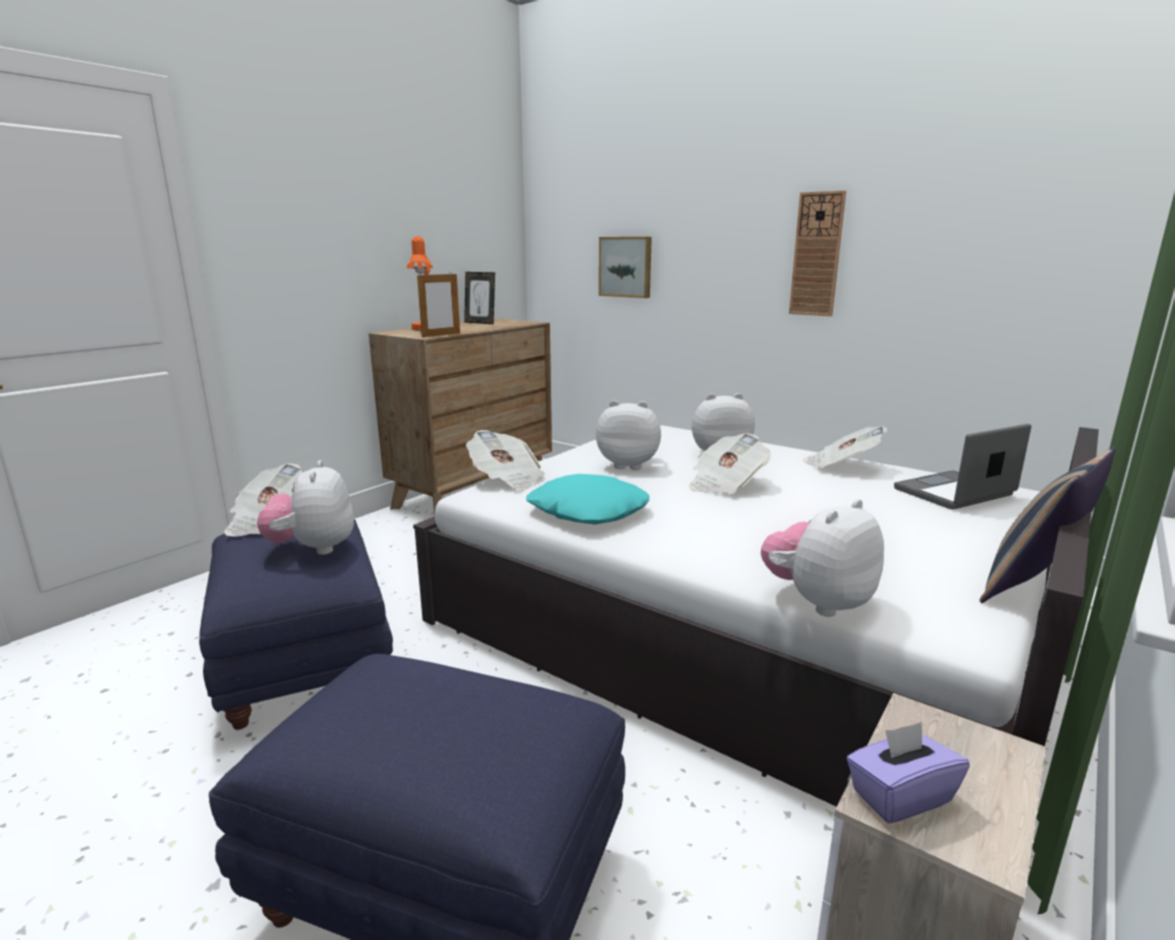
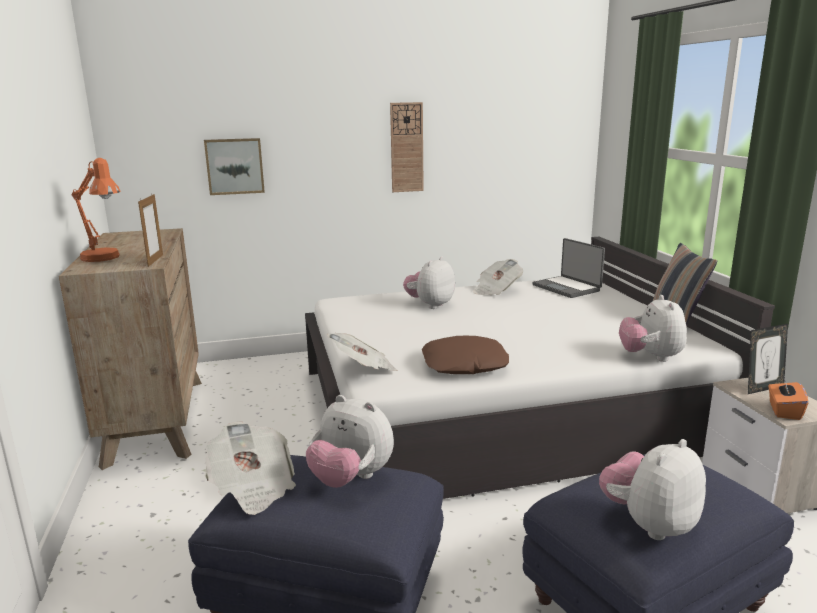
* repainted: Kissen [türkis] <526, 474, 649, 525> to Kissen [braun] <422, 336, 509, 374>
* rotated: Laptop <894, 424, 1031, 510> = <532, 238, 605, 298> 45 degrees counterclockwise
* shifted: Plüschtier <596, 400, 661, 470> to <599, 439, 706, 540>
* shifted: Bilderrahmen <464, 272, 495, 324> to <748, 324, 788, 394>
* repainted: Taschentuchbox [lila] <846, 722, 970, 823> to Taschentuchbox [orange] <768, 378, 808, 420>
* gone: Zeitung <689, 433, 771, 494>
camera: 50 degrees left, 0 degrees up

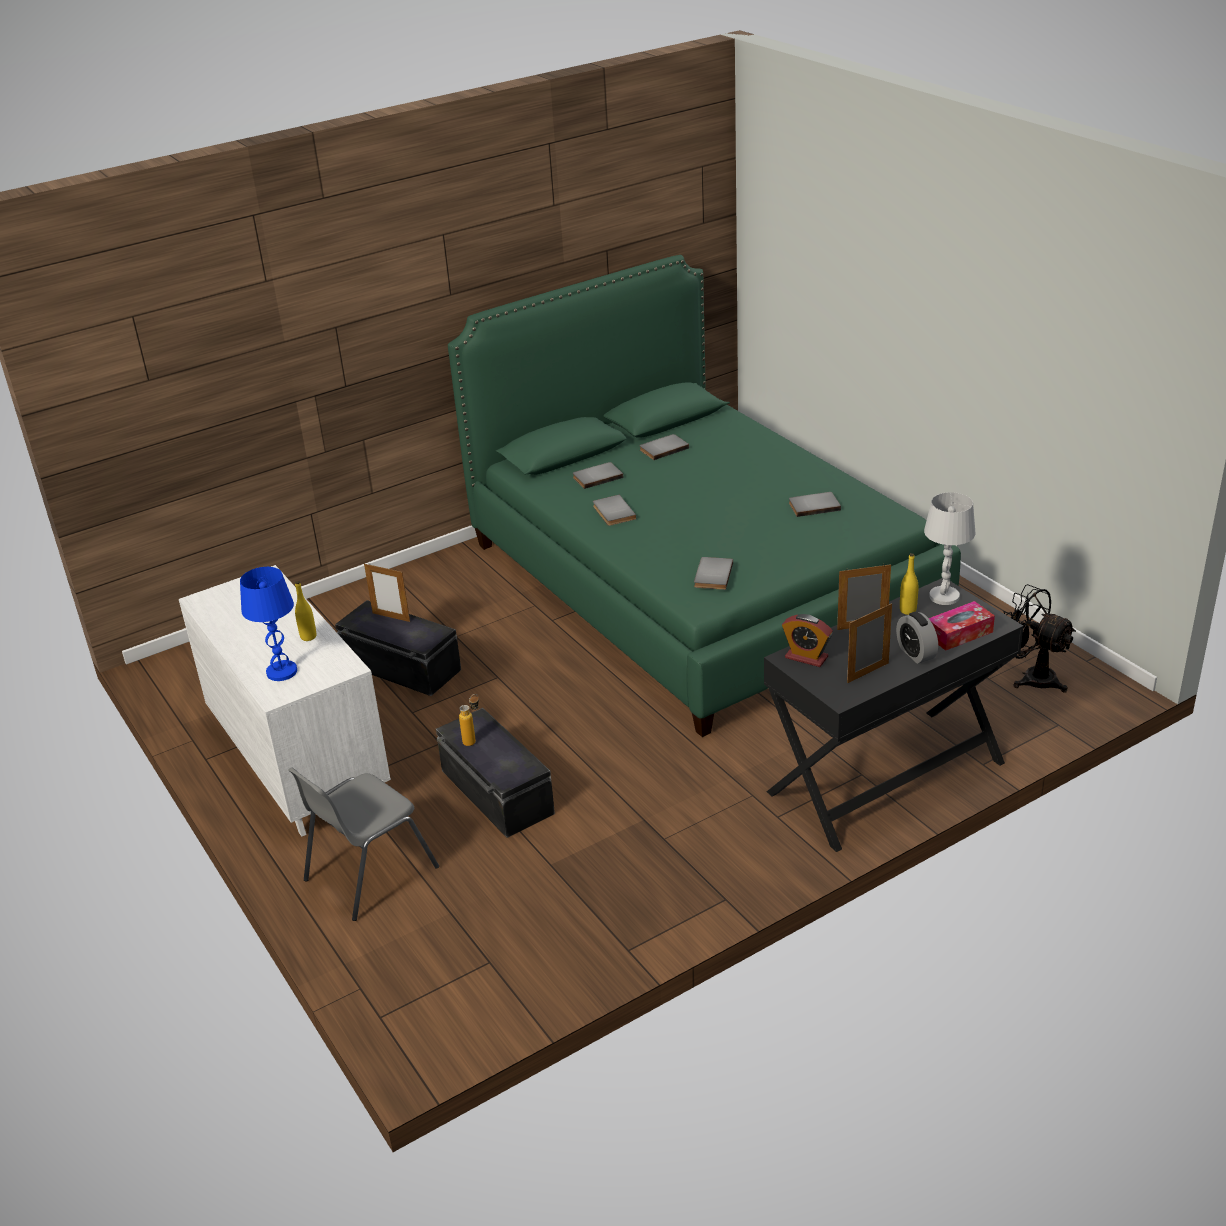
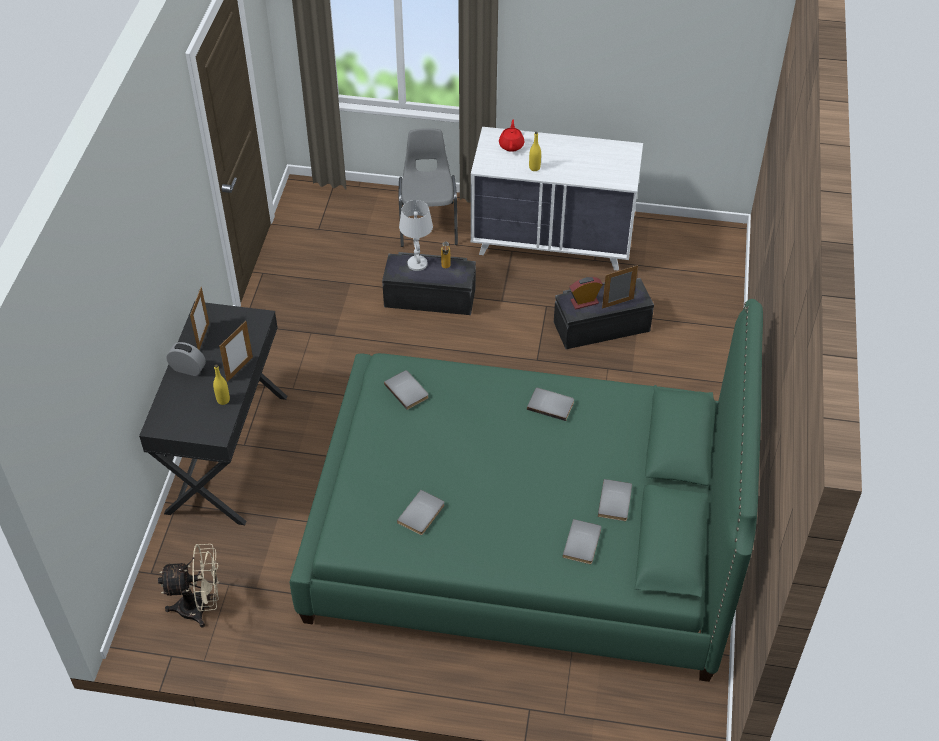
* repainted: Ventilator [schwarz] <1003, 584, 1076, 693> to Ventilator [beige] <158, 544, 219, 628>
* shifted: Tischlampe [weiß] <924, 492, 975, 605> to <399, 200, 433, 271>
* swapped: Tischlampe [blau] <240, 567, 297, 681> to Teekanne [rot] <499, 120, 524, 152>
* shifted: Buch [grau] <573, 462, 623, 489> to <562, 519, 601, 564>
* shifted: Wecker <782, 614, 833, 667> to <569, 277, 603, 309>
* gone: Taschentuchbox <929, 601, 995, 651>
camera: 130 degrees right, 15 degrees up

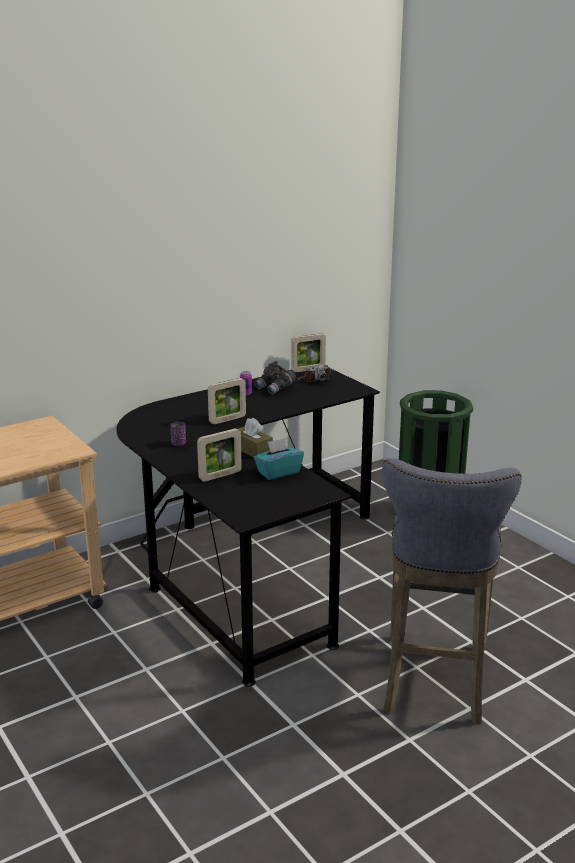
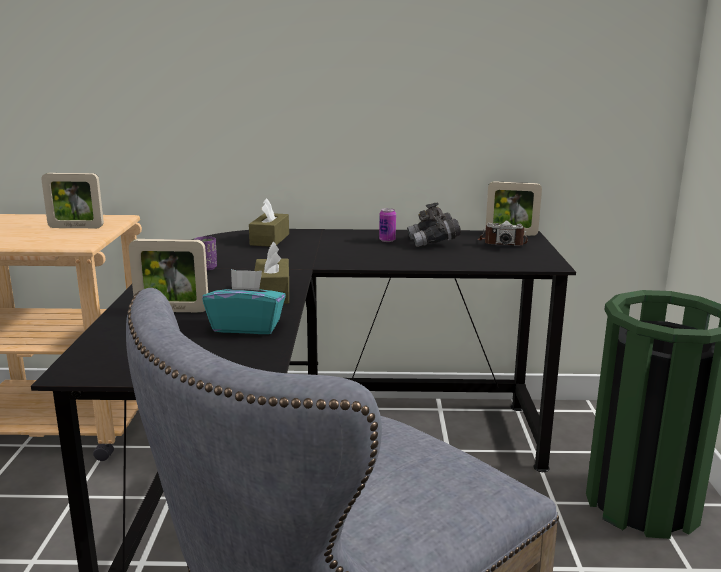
* shifted: Bilderrahmen <208, 378, 246, 424> to <41, 173, 104, 228>
* new: Taschentuchbox [braun] <249, 198, 289, 247>
camera: 35 degrees right, 5 degrees down

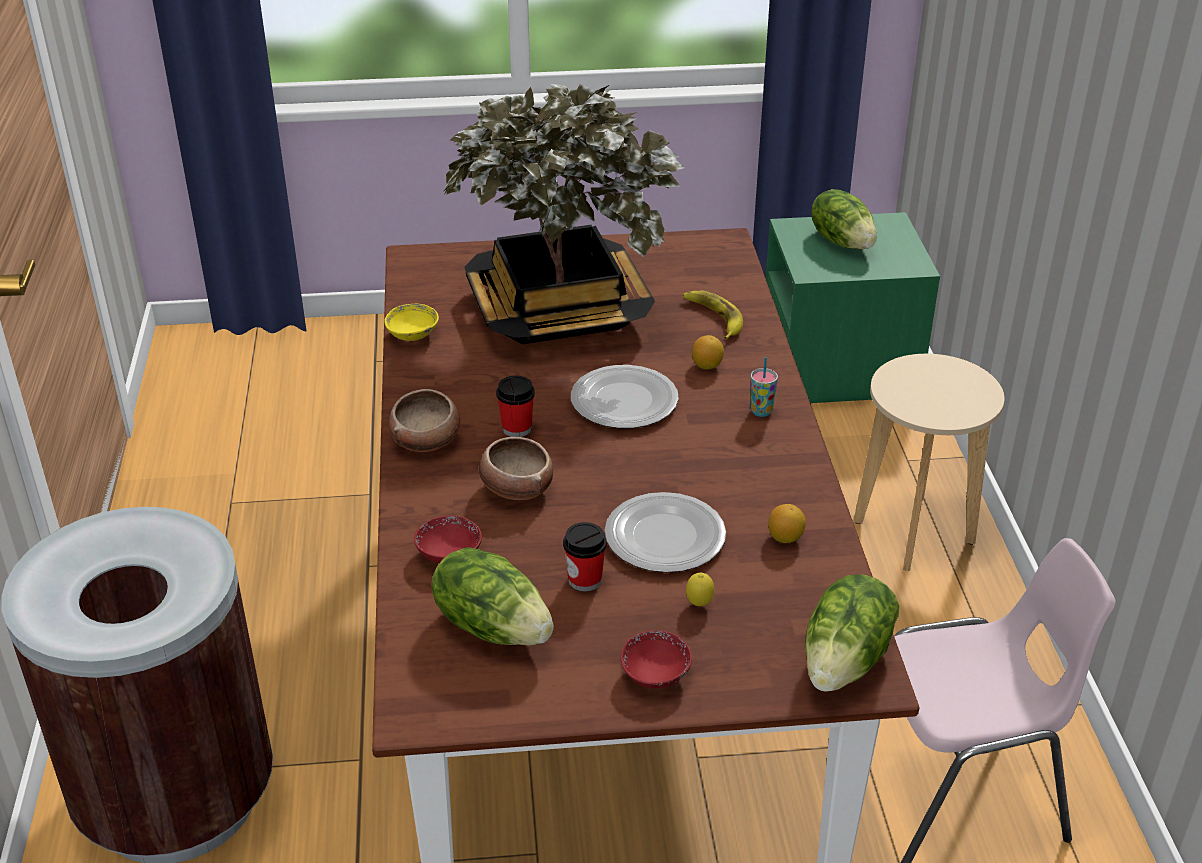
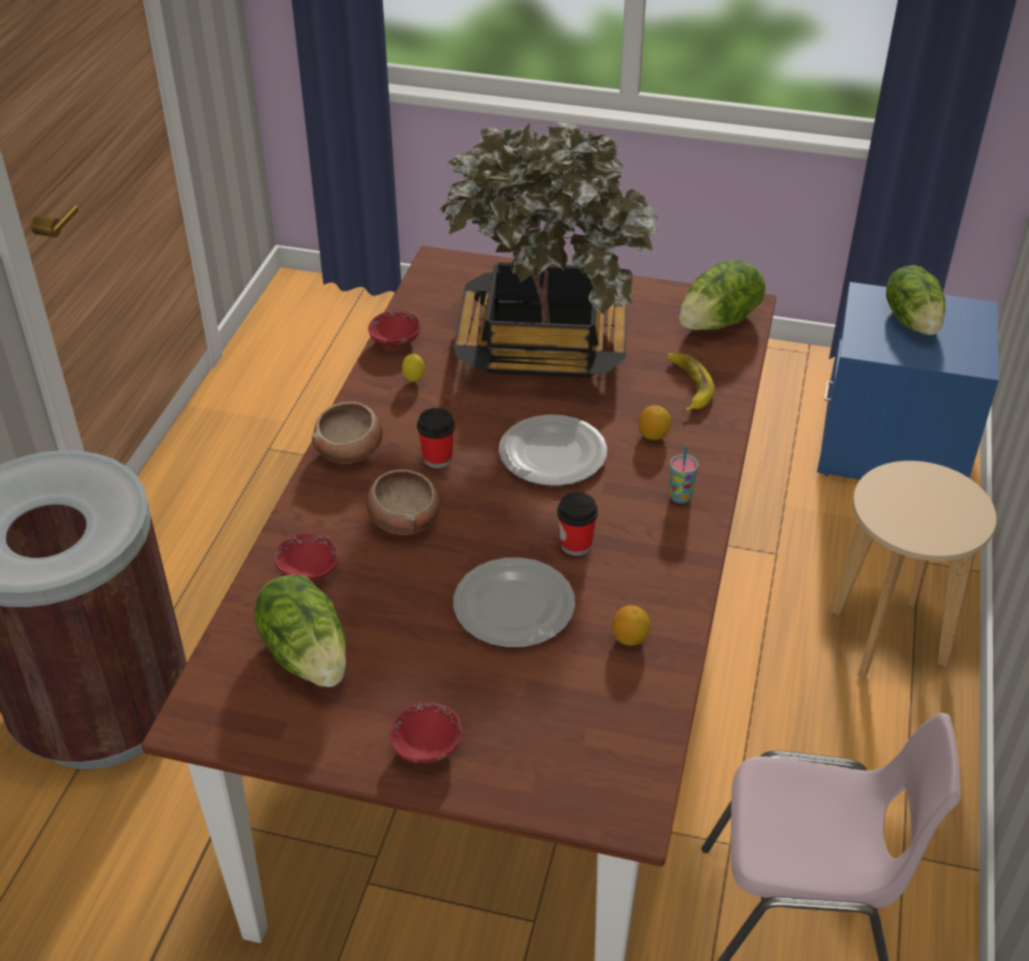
* repainted: Schüssel [gelb] <384, 304, 439, 341> to Schüssel [rot] <368, 310, 421, 348>
* shifted: Zitrone <686, 573, 715, 606> to <402, 354, 425, 382>
* shifted: Tasse <563, 522, 607, 592> to <557, 492, 598, 556>
* shifted: Salatkopf <805, 574, 899, 692> to <679, 260, 766, 330>
* repainted: Nachttisch [grün] <766, 212, 940, 403> to Nachttisch [blau] <817, 282, 999, 479>
camera: 20 degrees right, 5 degrees up

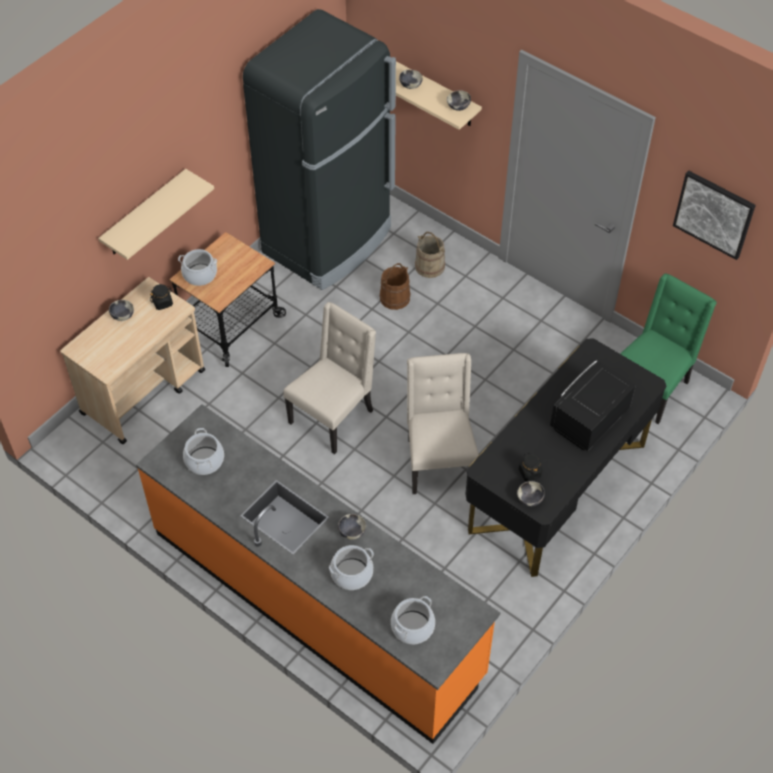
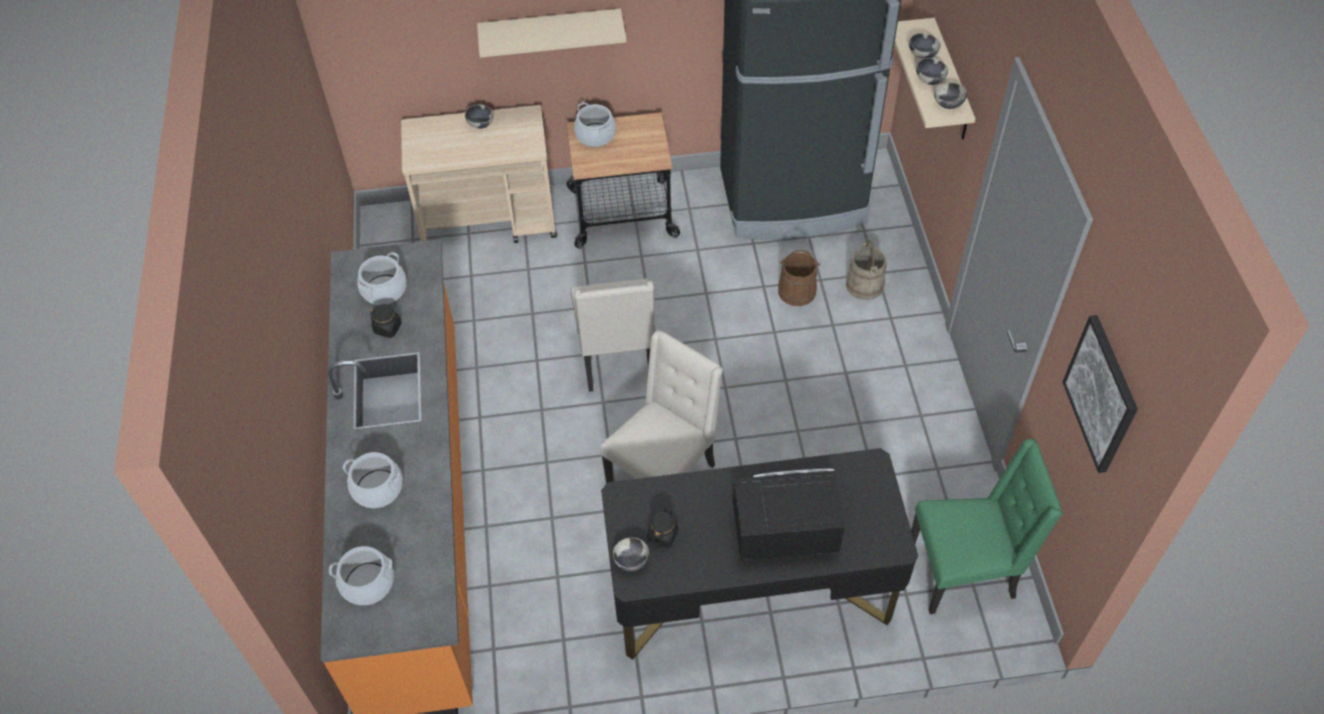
* shifted: Vorratsglas [schwarz] <150, 284, 173, 310> to <370, 304, 402, 338>
* rotated: Stuhl [beige] <283, 302, 376, 454> = <571, 279, 655, 392> 90 degrees clockwise
* shifted: Schüssel <338, 514, 366, 540> to <916, 58, 948, 85>
camera: 45 degrees right, 0 degrees up

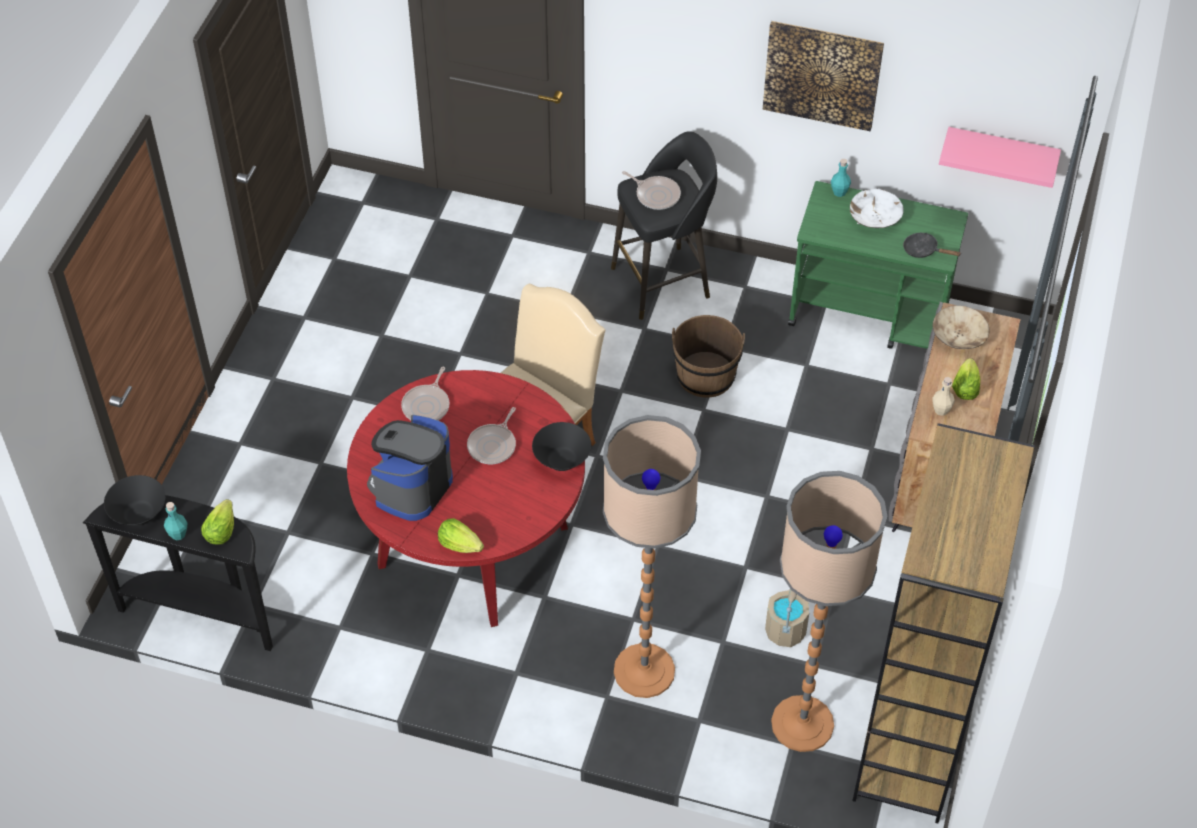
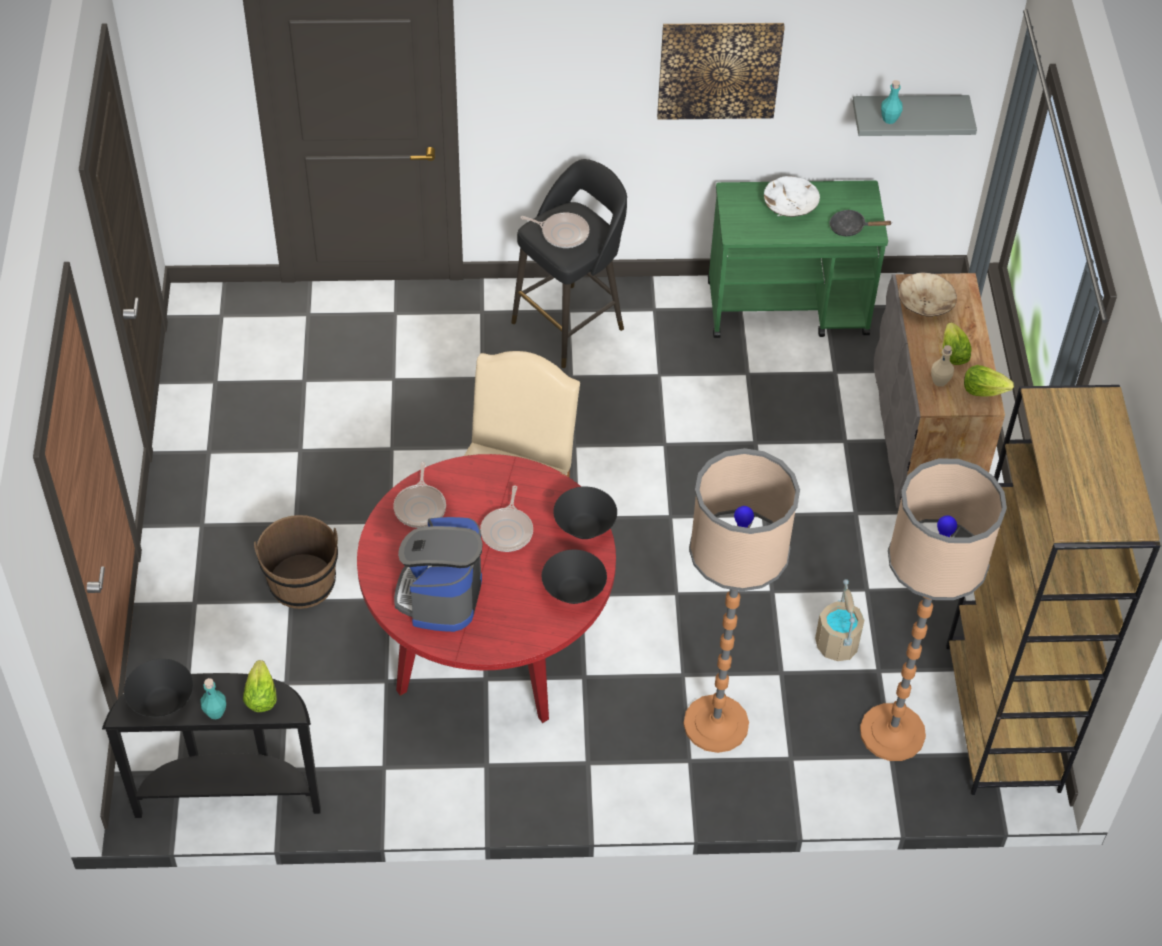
* shifted: Eimer [braun] <672, 315, 745, 398> to <254, 515, 338, 609>
* new: Schüssel [schwarz] <542, 549, 607, 604>
* repainted: Wandregal [rosa] <939, 127, 1061, 188> to Wandregal [grau] <852, 95, 977, 136>
* shifted: Flasche [türkis] <831, 159, 851, 197> to <881, 80, 902, 124>
* shifted: Salatkopf <438, 518, 484, 553> to <964, 365, 1014, 397>
camera: 20 degrees left, 0 degrees up

